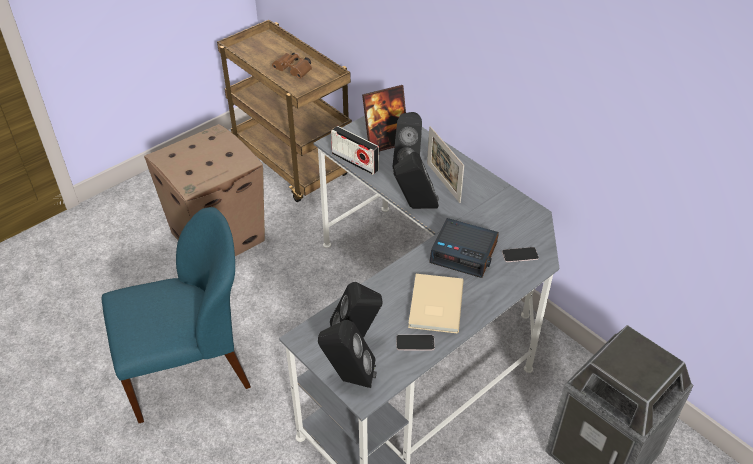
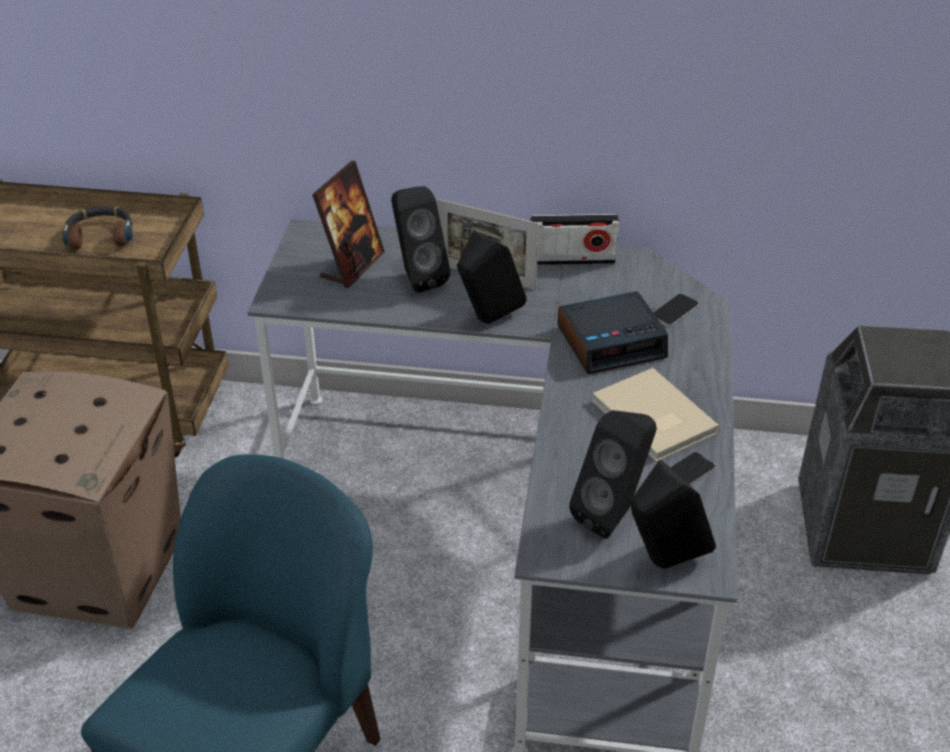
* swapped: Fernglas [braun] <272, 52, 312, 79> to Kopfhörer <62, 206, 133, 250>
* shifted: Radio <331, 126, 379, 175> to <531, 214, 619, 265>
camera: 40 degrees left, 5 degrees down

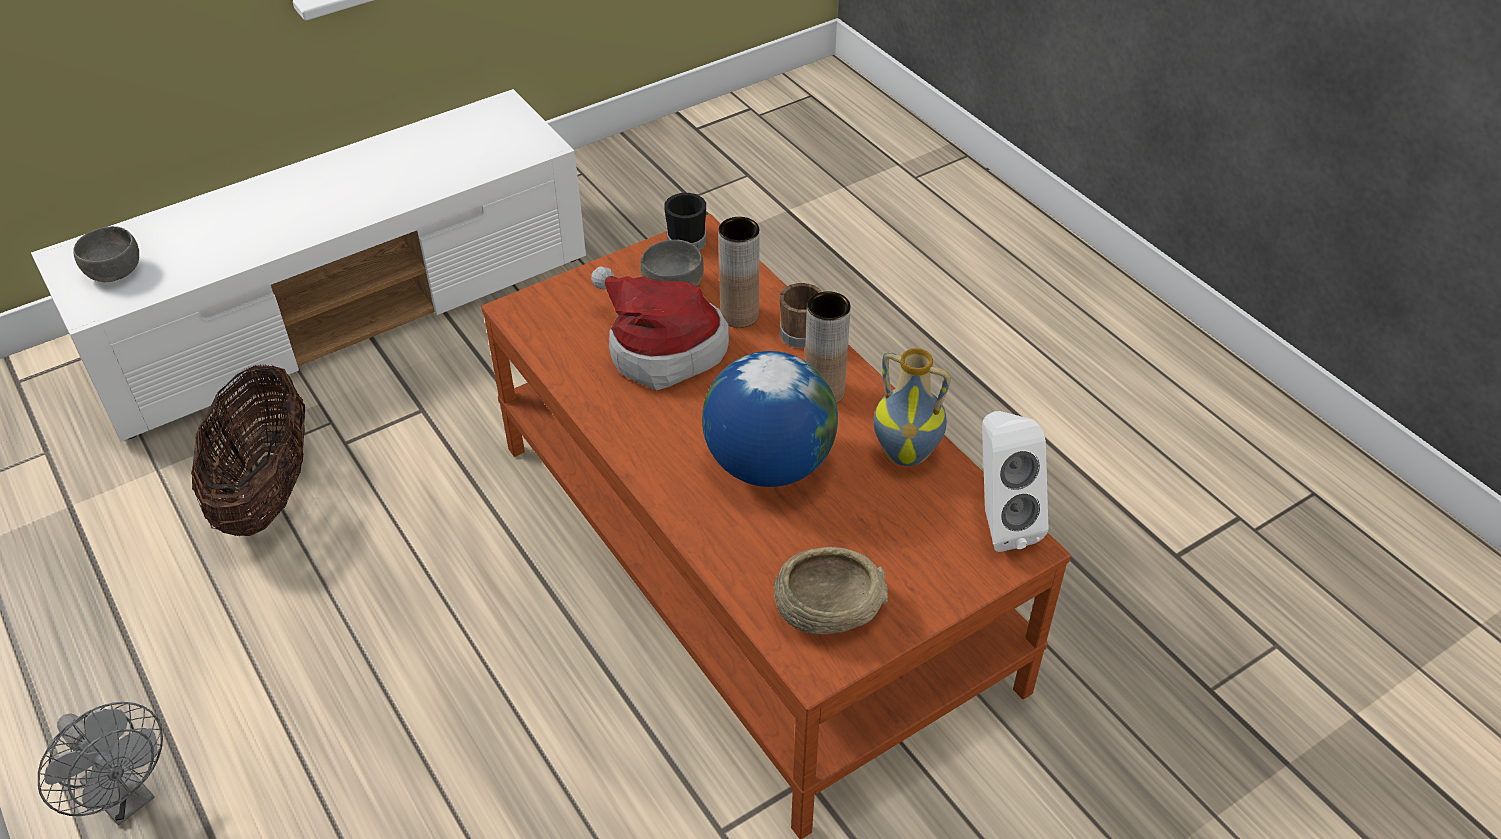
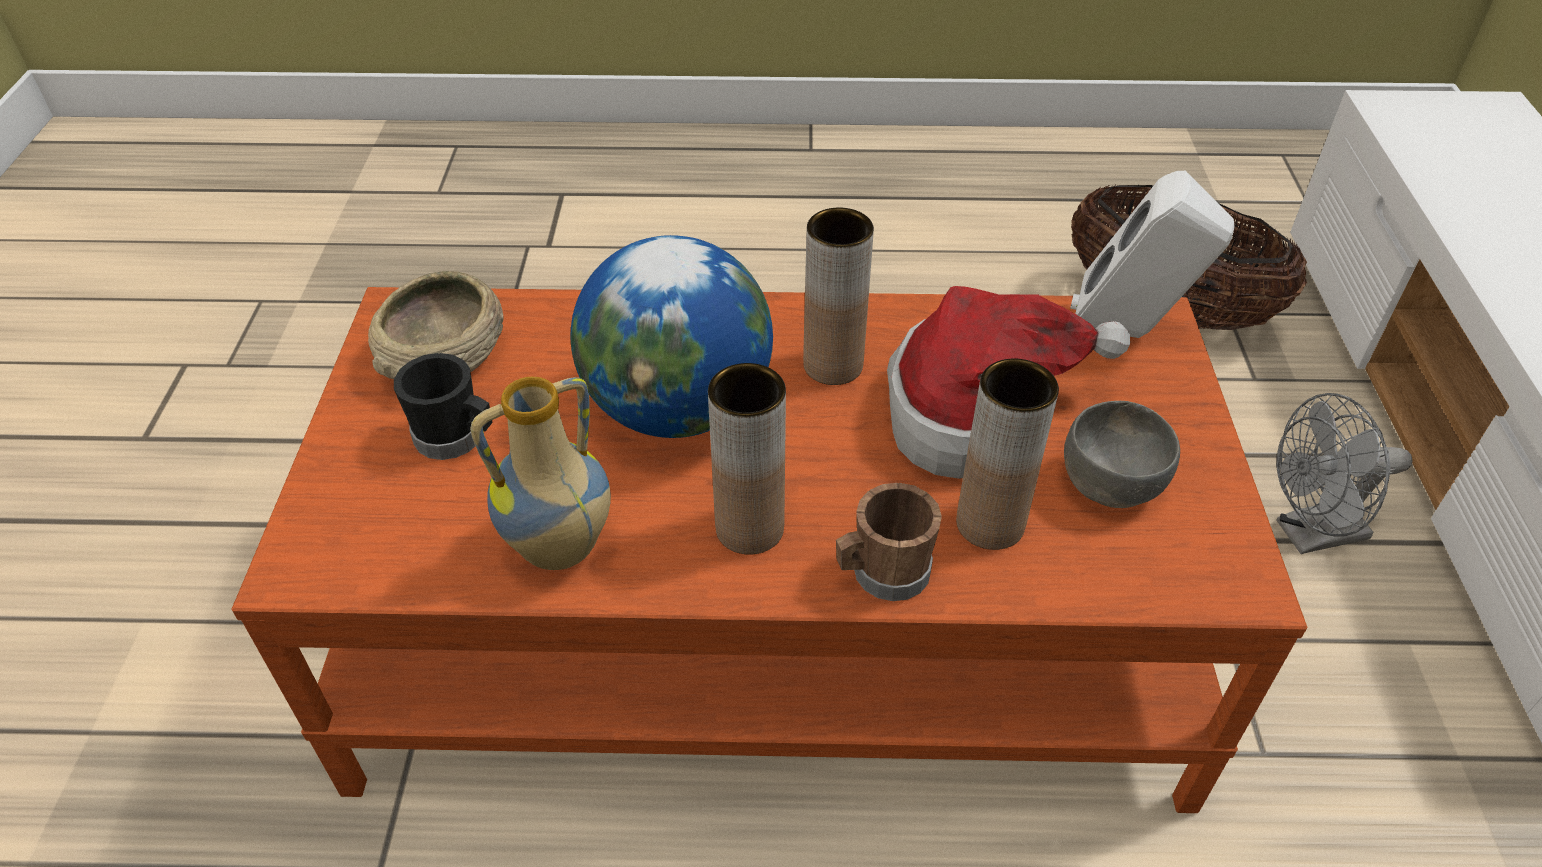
* shifted: Henkelbecher [schwarz] <664, 193, 706, 250> to <394, 353, 492, 460>
* new: Vase [braun] <803, 208, 874, 385>
* shifted: Lautsprecher [weiß] <982, 411, 1048, 552> to <1070, 171, 1234, 338>
* shifted: Ventilator [grau] <38, 702, 163, 825> to <1276, 393, 1413, 554>
* gone: Schüssel [grau] <73, 226, 139, 282>
camera: 125 degrees right, 0 degrees up

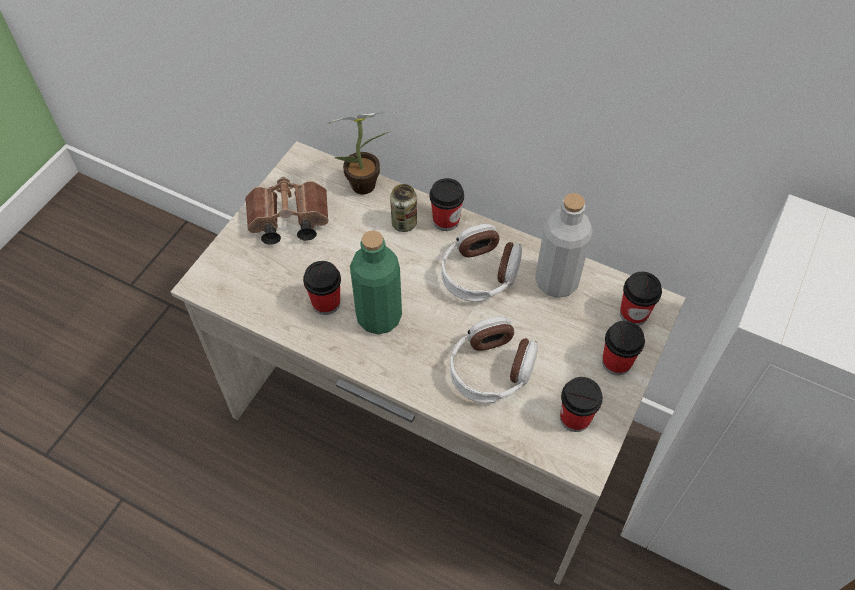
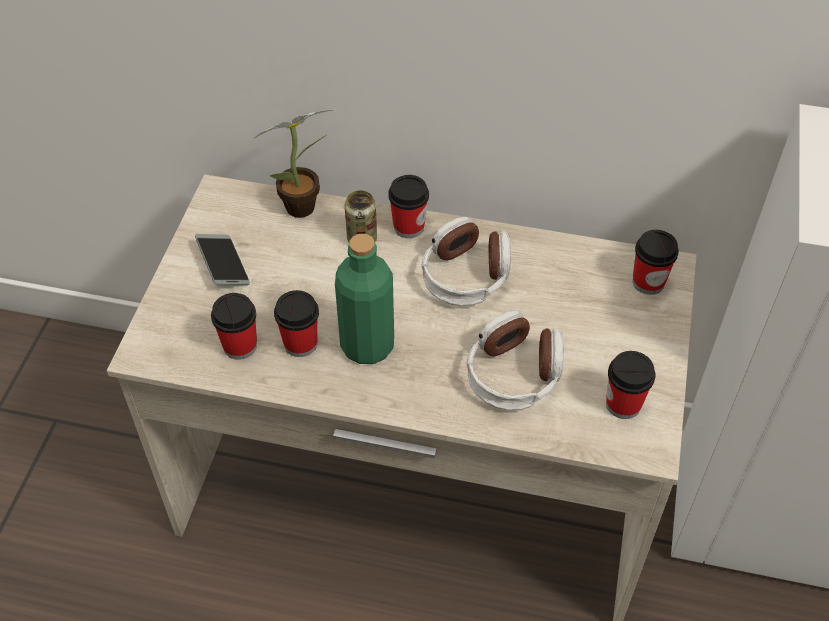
* swapped: Fernglas [braun] <245, 177, 329, 245> to Handy <195, 234, 250, 285>
* shifted: Tasse <602, 321, 645, 375> to <211, 293, 257, 360>
* gone: Flasche [grau] <535, 193, 593, 298>
camera: 15 degrees left, 5 degrees down

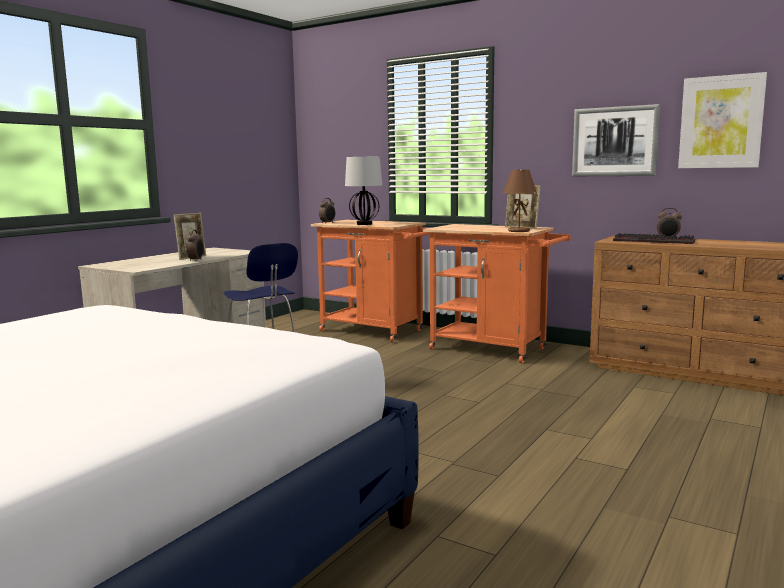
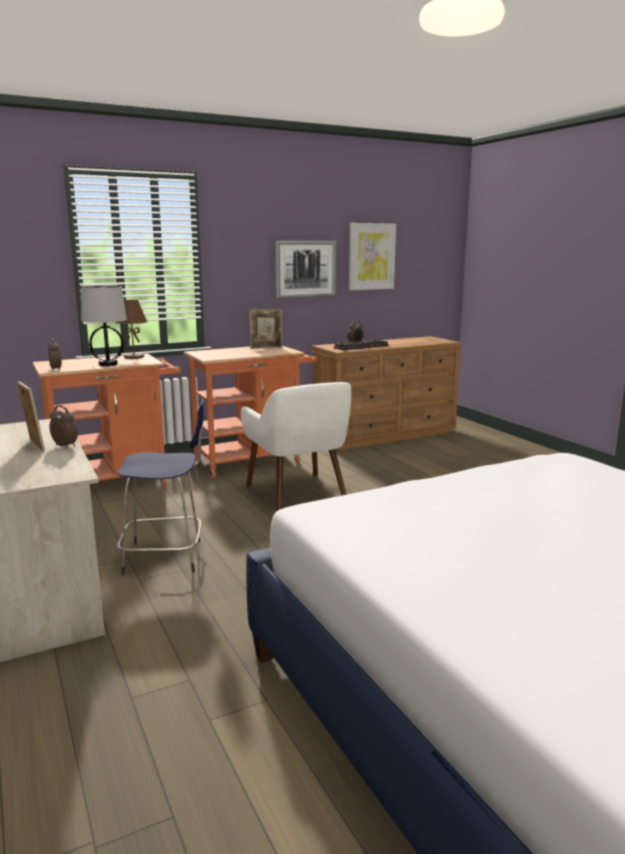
* shifted: Tischlampe [braun] <503, 170, 537, 232> to <115, 300, 148, 359>
* new: Sessel [weiß] <241, 382, 351, 512>
camera: 60 degrees left, 5 degrees up

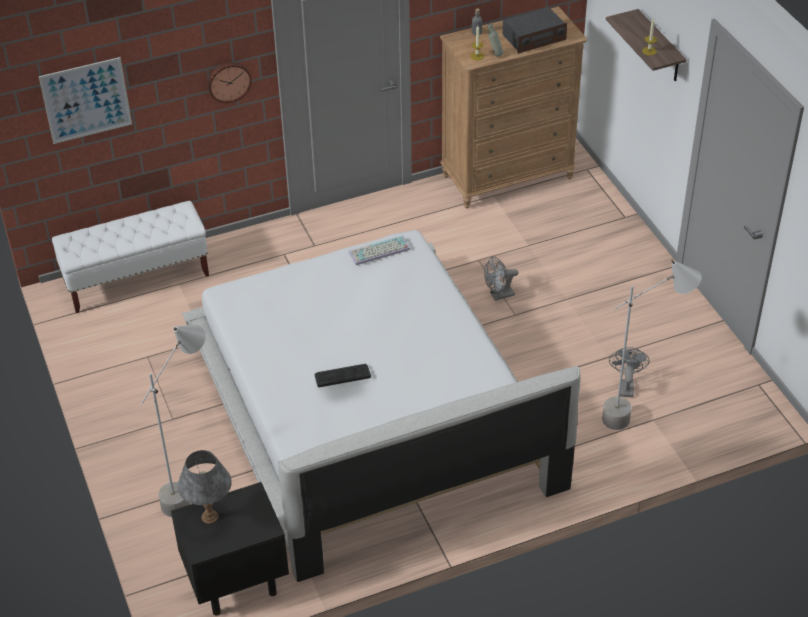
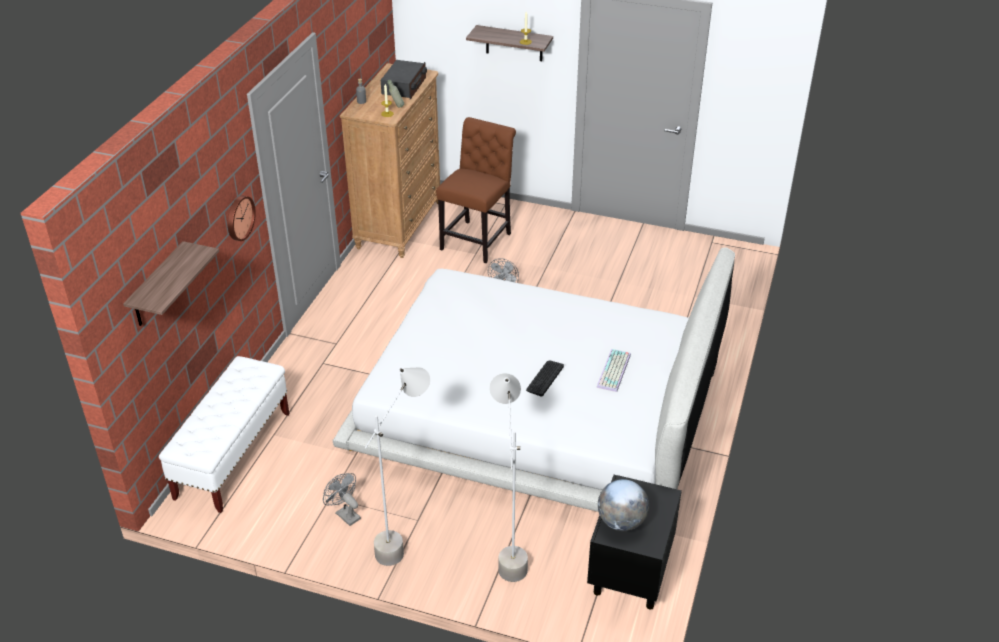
* swapped: Bild <39, 57, 132, 144> to Wandregal <123, 241, 219, 326>
* shifted: Ventilator [grau] <609, 347, 650, 397> to <323, 473, 361, 526>
* shifted: Stehlampe [grau] <602, 260, 702, 430> to <365, 367, 431, 566>
* new: Stuhl [braun] <436, 117, 516, 263>
* shifted: Tastatur <349, 236, 410, 265> to <596, 349, 631, 392>
* swapped: Tischlampe [grau] <177, 450, 232, 524> to Globus <598, 479, 649, 531>
camera: 50 degrees left, 5 degrees down

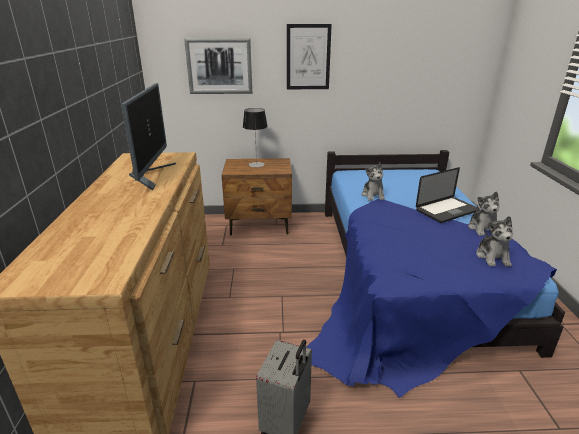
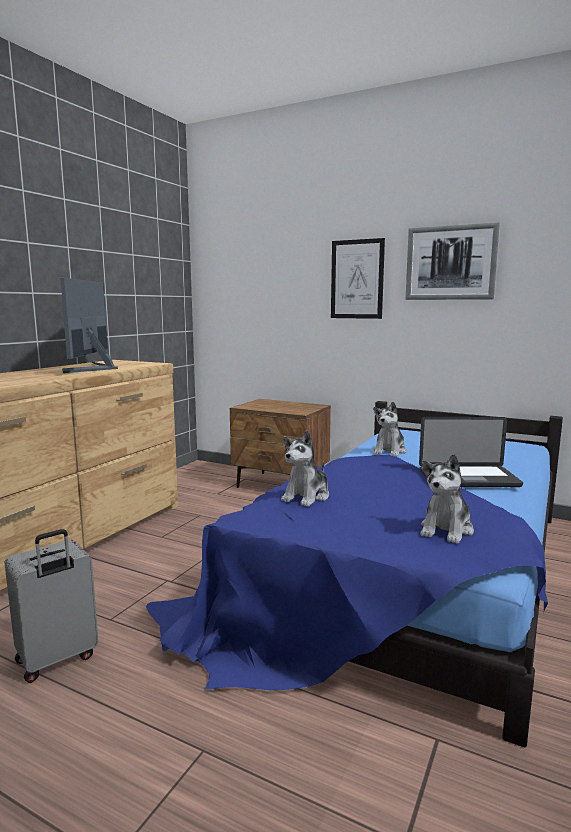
* rotated: Monitor <121, 83, 176, 190> = <60, 278, 118, 373> 150 degrees clockwise
* shifted: Plüschtier <468, 191, 500, 236> to <281, 430, 329, 507>
* shifted: Bild <184, 38, 252, 94> to <405, 222, 500, 300>
* gone: Tischlampe <243, 108, 268, 167>
camera: 30 degrees right, 15 degrees down

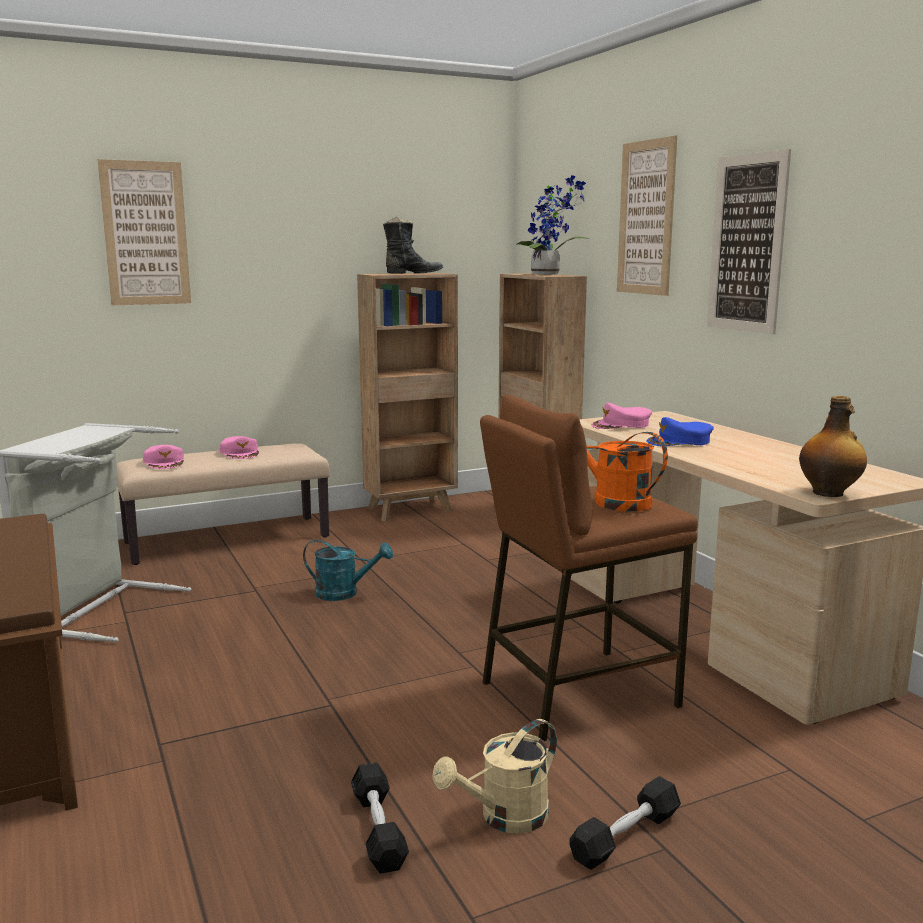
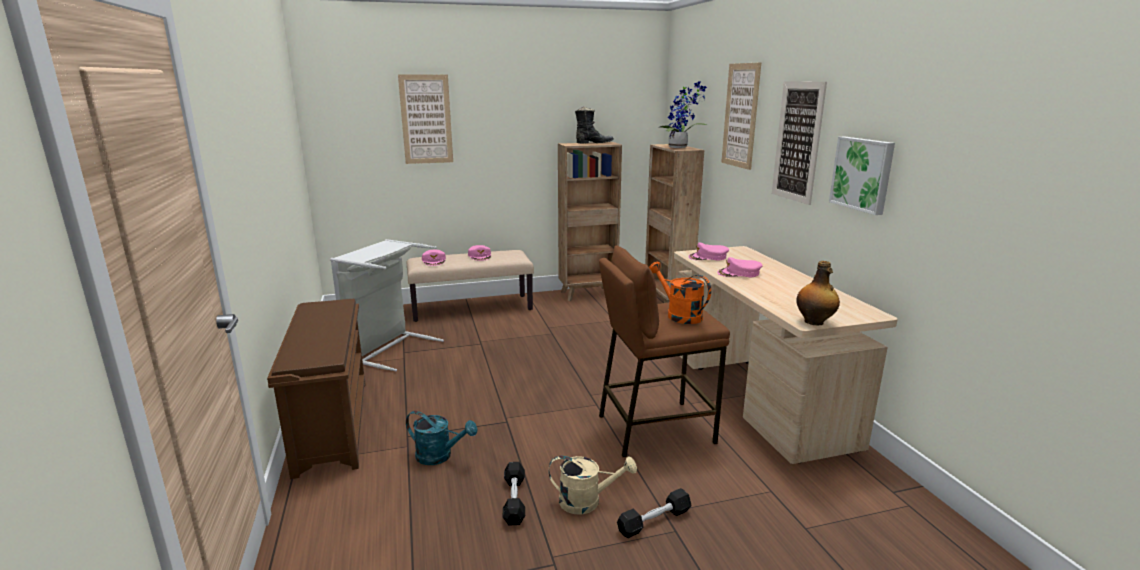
* shifted: Gießkanne [türkis] <303, 540, 393, 601> to <406, 411, 478, 465>
* rotated: Gießkanne [beige] <432, 719, 557, 834> = <548, 456, 637, 515> 150 degrees counterclockwise
* repainted: Kappe [blau] <646, 417, 714, 446> to Kappe [rosa] <717, 257, 763, 277>
* new: Bild <829, 137, 895, 215>
camera: 10 degrees right, 5 degrees up

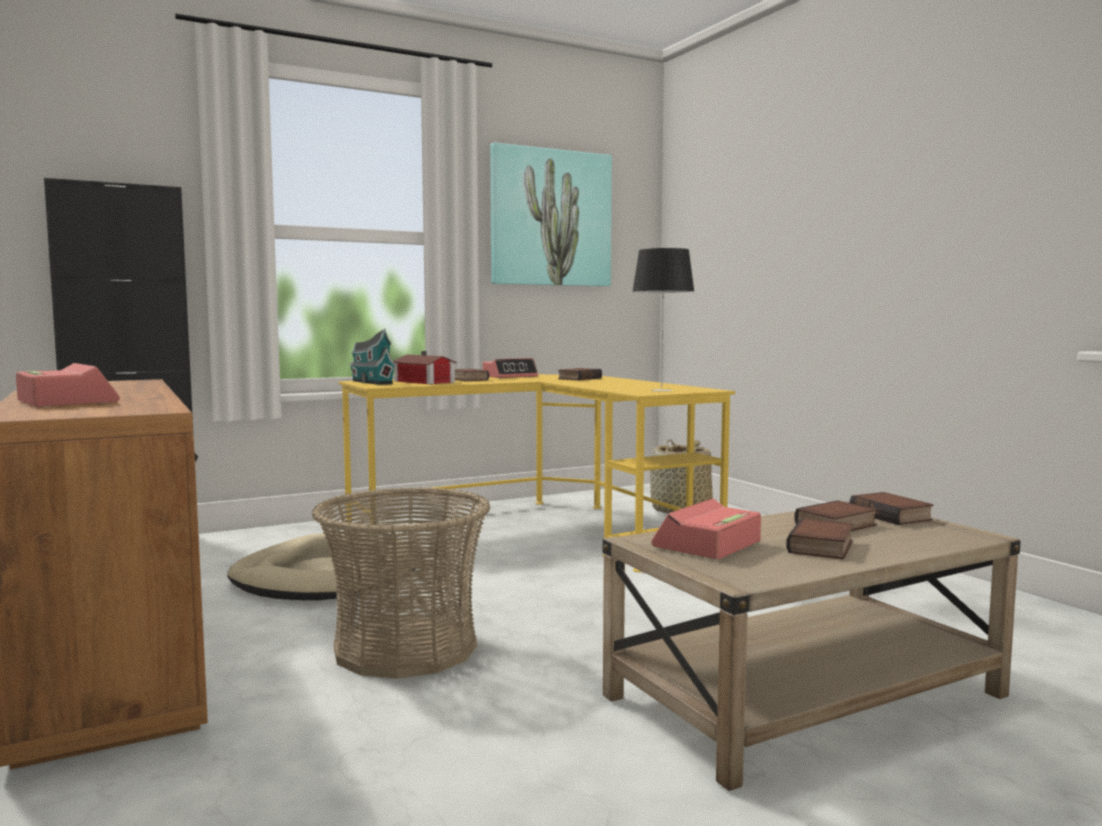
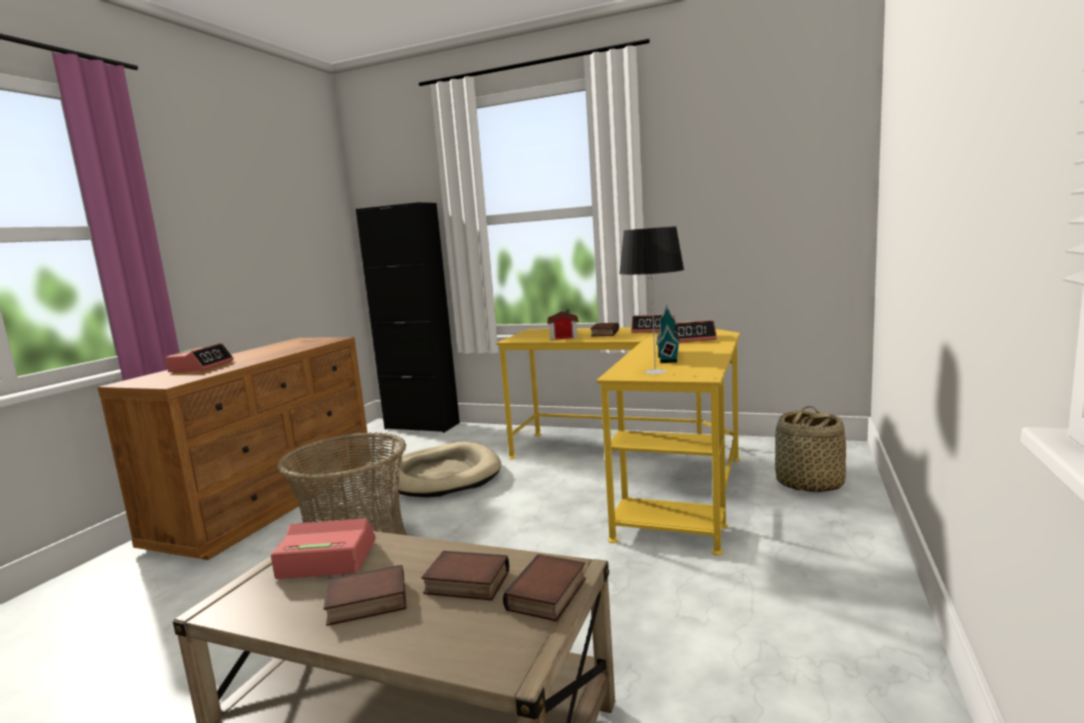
* shifted: Spielzeughaus <349, 328, 396, 385> to <656, 305, 680, 363>
* swapped: Buch <558, 368, 602, 381> to Wecker <674, 320, 717, 342>
* gone: Bild <490, 143, 612, 286>
camera: 50 degrees right, 5 degrees up

